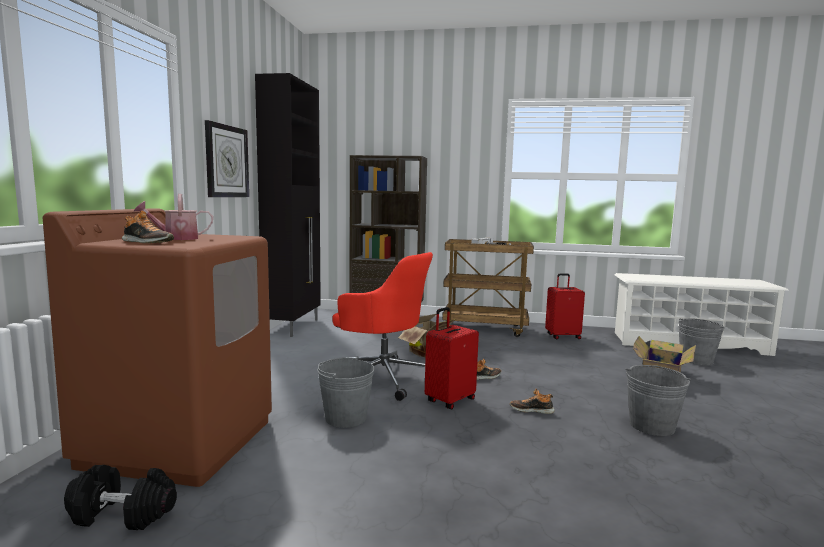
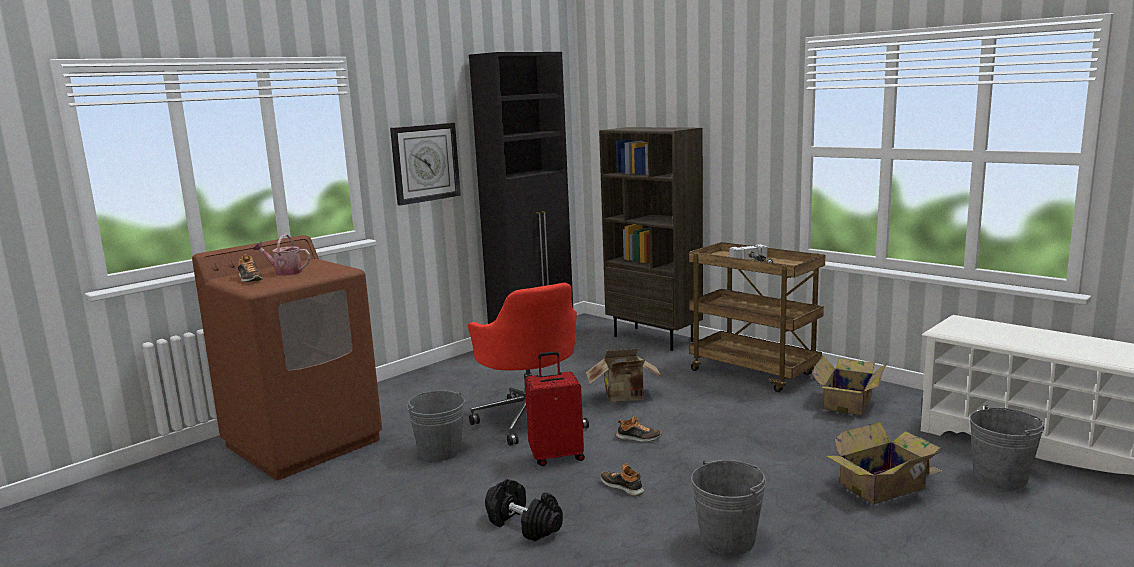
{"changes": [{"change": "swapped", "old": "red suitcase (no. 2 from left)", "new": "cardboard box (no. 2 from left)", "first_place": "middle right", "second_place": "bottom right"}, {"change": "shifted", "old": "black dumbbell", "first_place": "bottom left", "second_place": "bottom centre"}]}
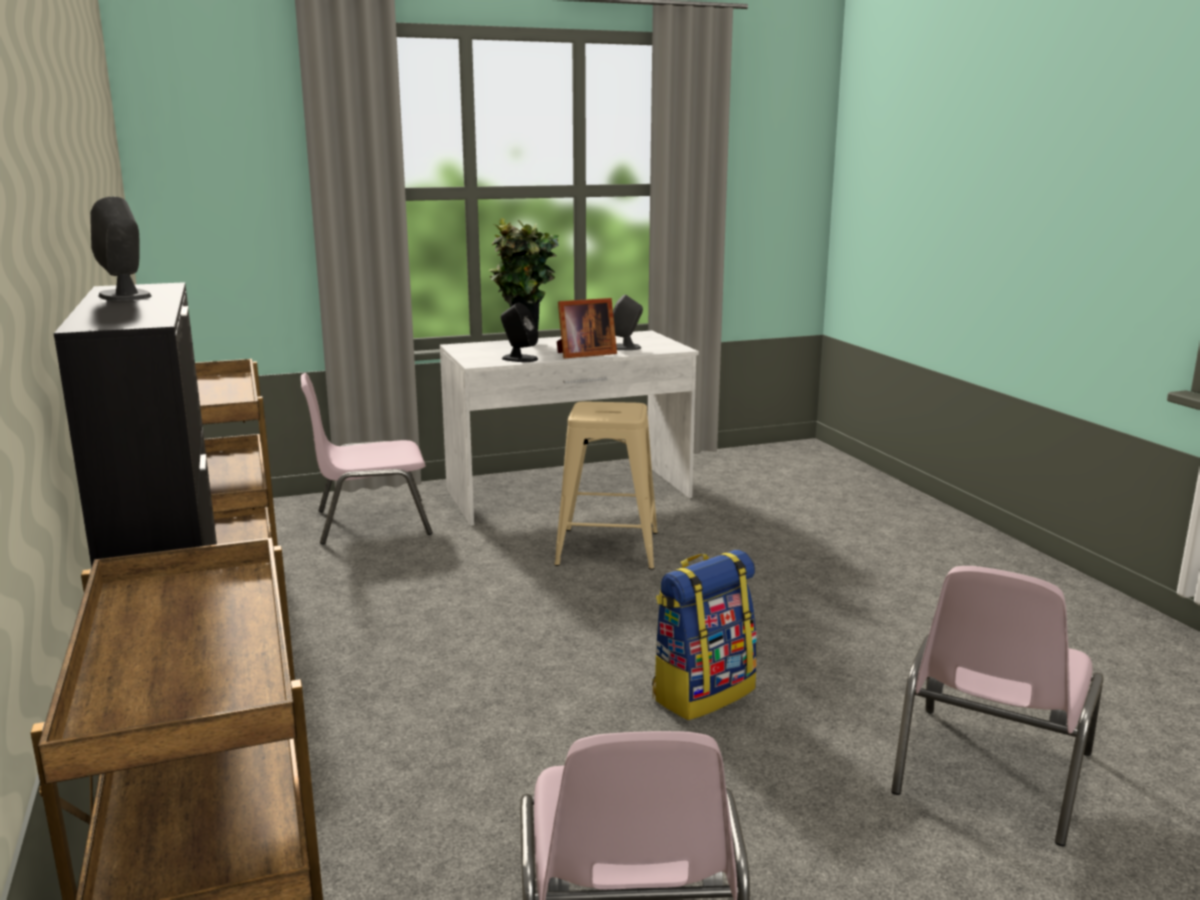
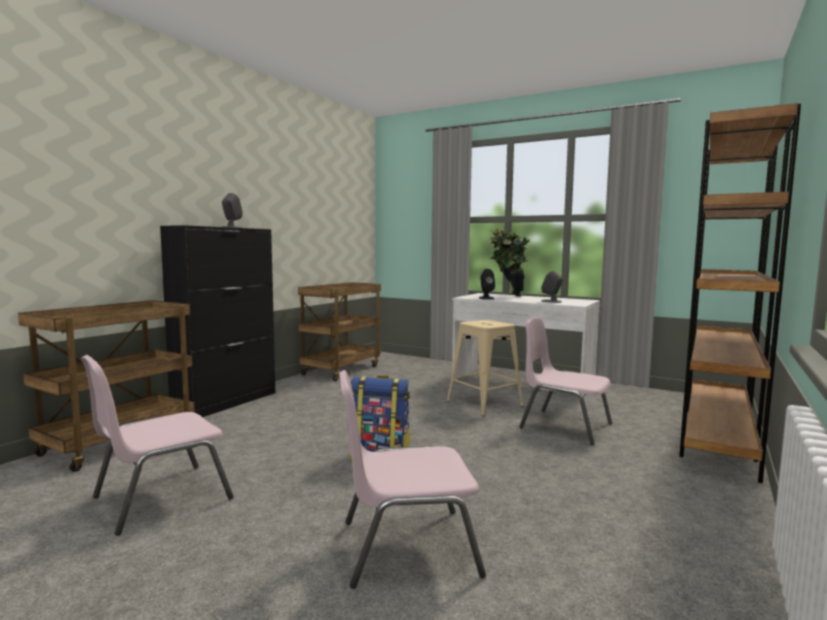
{"changes": [{"change": "gone", "old": "picture frame", "first_place": "centre"}, {"change": "shifted", "old": "pink chair (no. 1 from left in the first image)", "new": "pink chair (no. 3 from left)", "first_place": "middle left", "second_place": "middle right"}, {"change": "new", "new": "brown bookcase", "second_place": "middle right"}]}
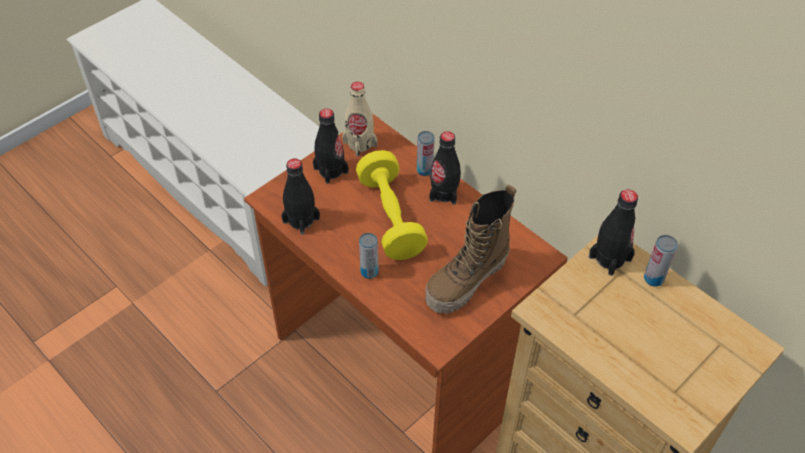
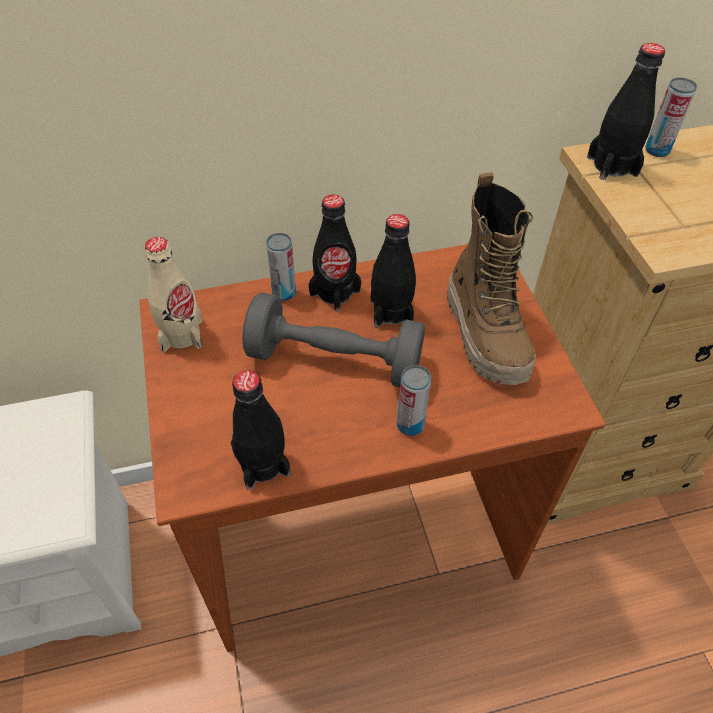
{"changes": [{"change": "shifted", "old": "black bottle (no. 2 from left in the first image)", "new": "black bottle (no. 3 from left)", "first_place": "top centre", "second_place": "centre"}, {"change": "repainted", "old": "yellow dumbbell", "new": "grey dumbbell", "first_place": "centre", "second_place": "centre"}]}
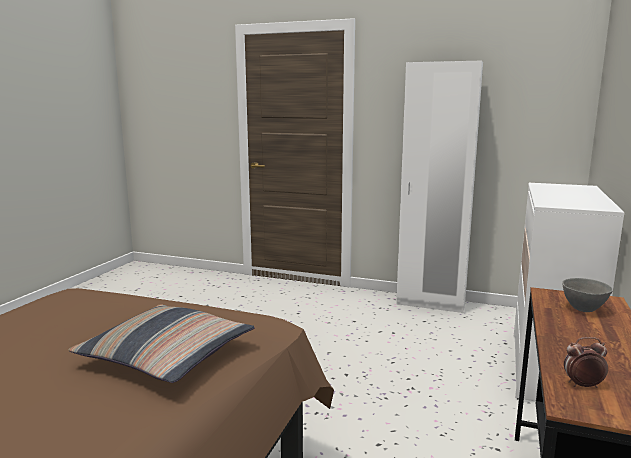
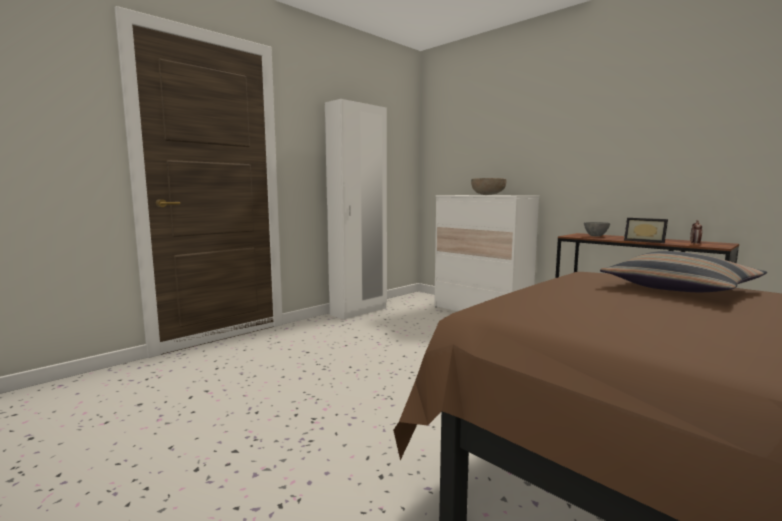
{"changes": [{"change": "new", "new": "brown bowl", "second_place": "centre"}, {"change": "new", "new": "picture frame", "second_place": "middle right"}]}
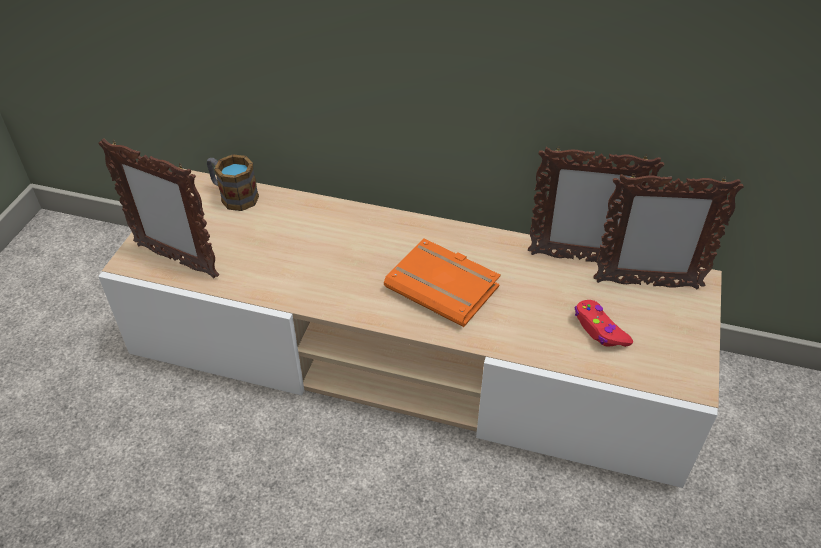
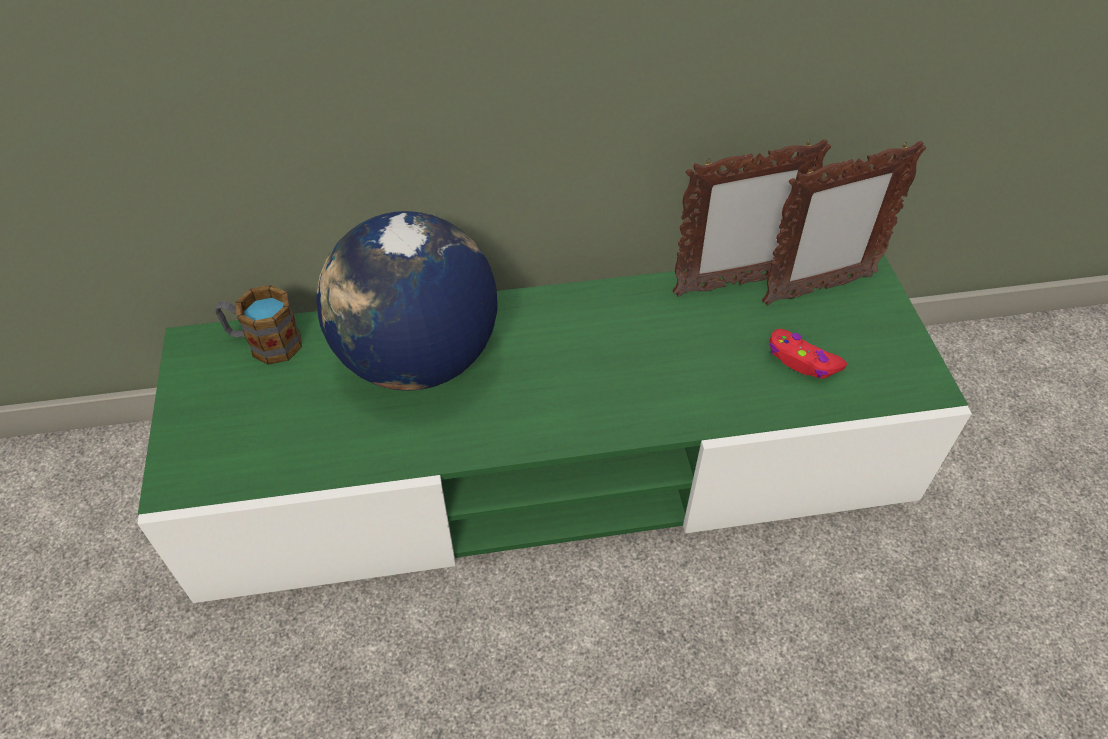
{"changes": [{"change": "gone", "old": "picture frame (no. 1 from left)", "first_place": "middle left"}, {"change": "repainted", "old": "beige tv stand", "new": "green tv stand", "first_place": "centre", "second_place": "centre"}, {"change": "gone", "old": "orange book", "first_place": "centre"}, {"change": "new", "new": "globe", "second_place": "centre"}]}
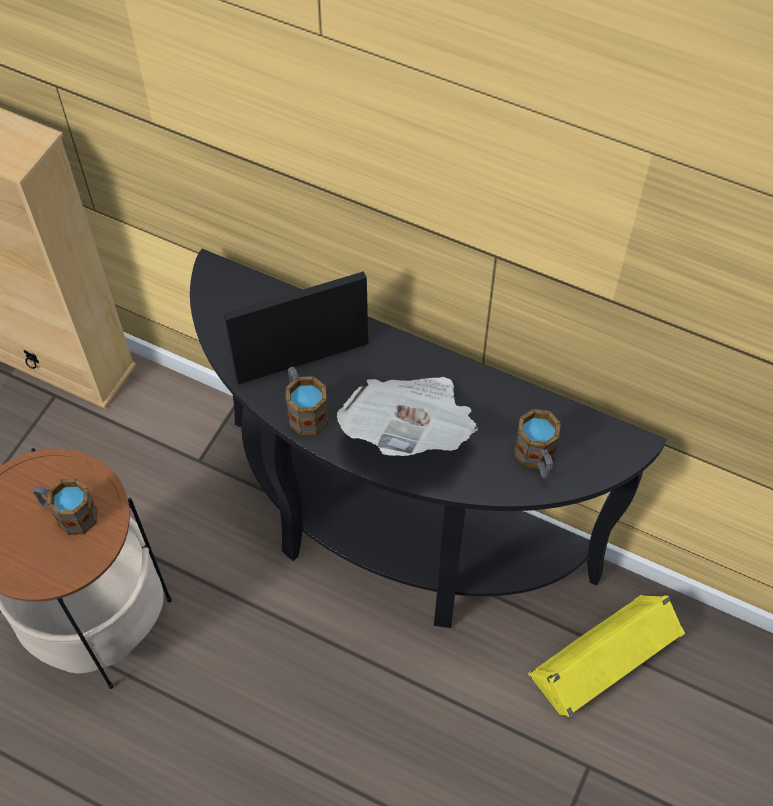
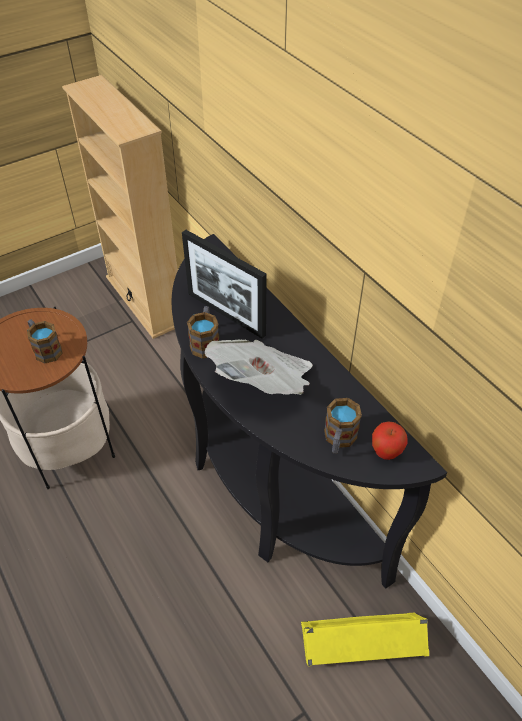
{"changes": [{"change": "rotated", "old": "picture frame", "first_place": "centre", "second_place": "centre", "degrees": -150}, {"change": "new", "new": "apple", "second_place": "middle right"}]}
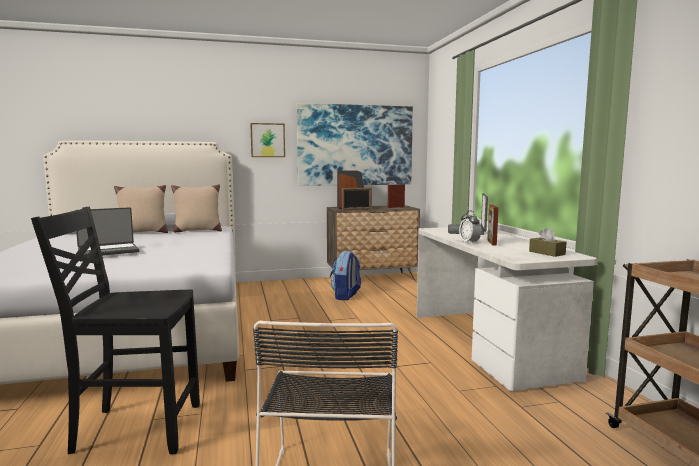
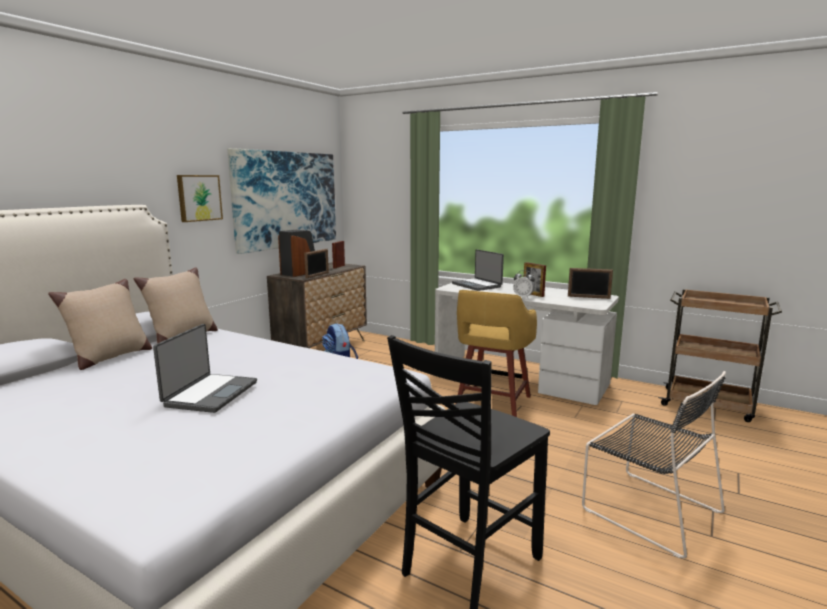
{"changes": [{"change": "swapped", "old": "brown tissue box", "new": "picture frame (no. 4 from left)", "first_place": "middle right", "second_place": "middle right"}, {"change": "new", "new": "yellow stool", "second_place": "centre"}]}
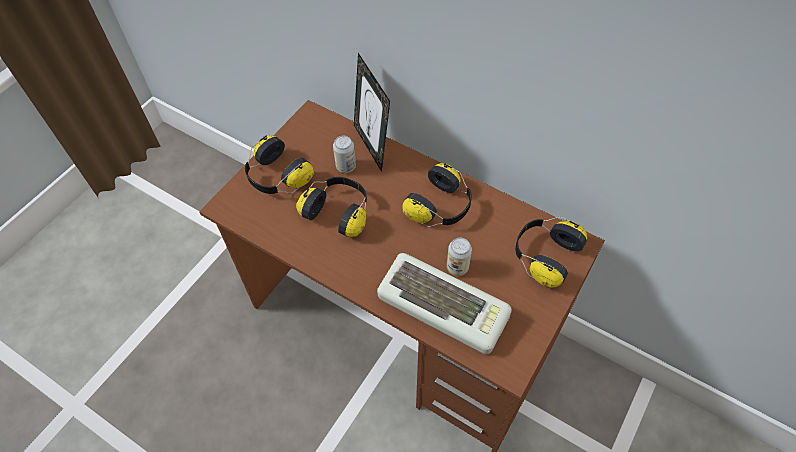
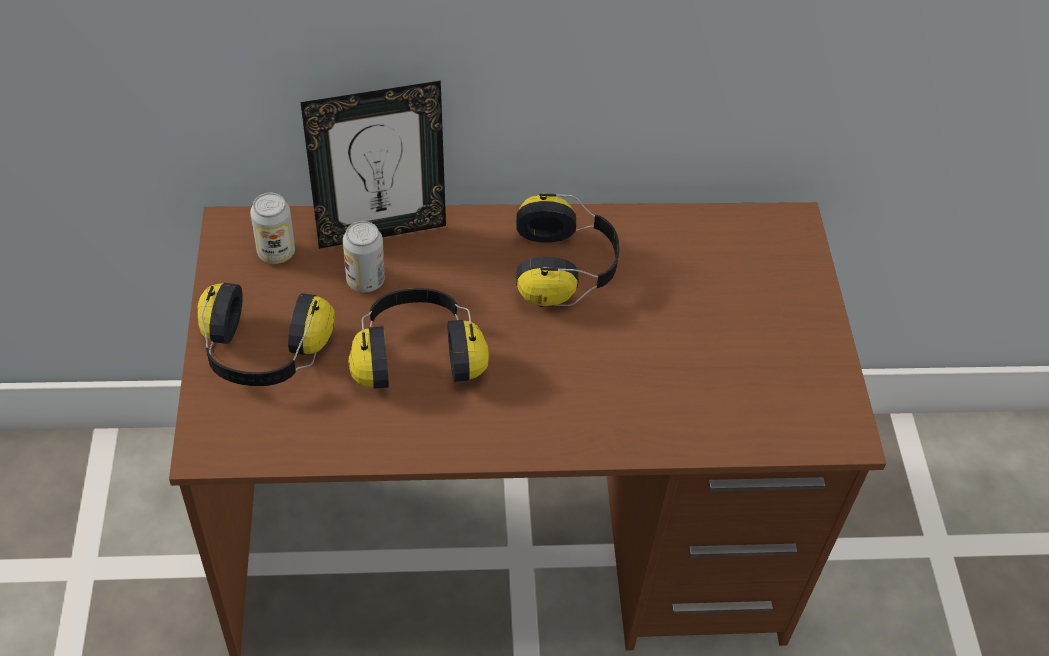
{"changes": [{"change": "rotated", "old": "picture frame", "first_place": "top centre", "second_place": "top centre", "degrees": -45}, {"change": "gone", "old": "headphones (no. 4 from left)", "first_place": "middle right"}, {"change": "shifted", "old": "can (no. 2 from left in the first image)", "new": "can (no. 1 from left)", "first_place": "centre", "second_place": "middle left"}, {"change": "gone", "old": "keyboard", "first_place": "bottom centre"}]}
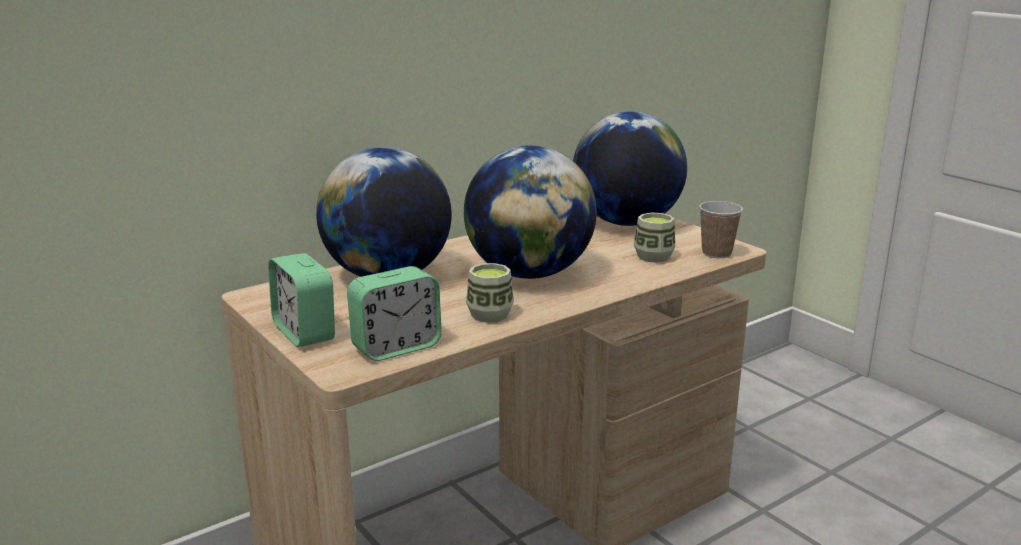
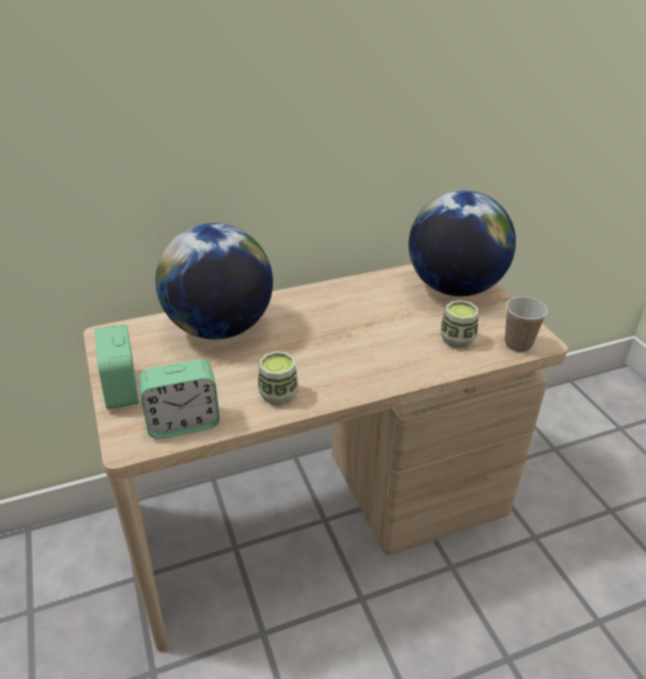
{"changes": [{"change": "gone", "old": "globe (no. 2 from left)", "first_place": "centre"}]}
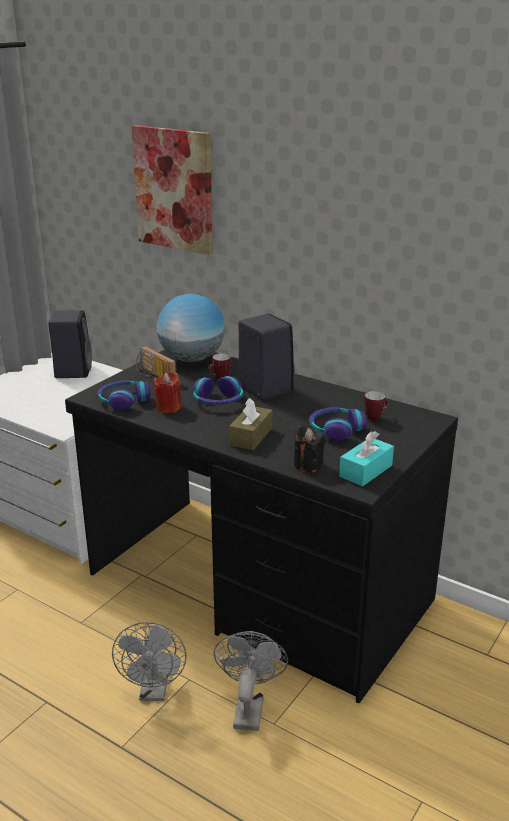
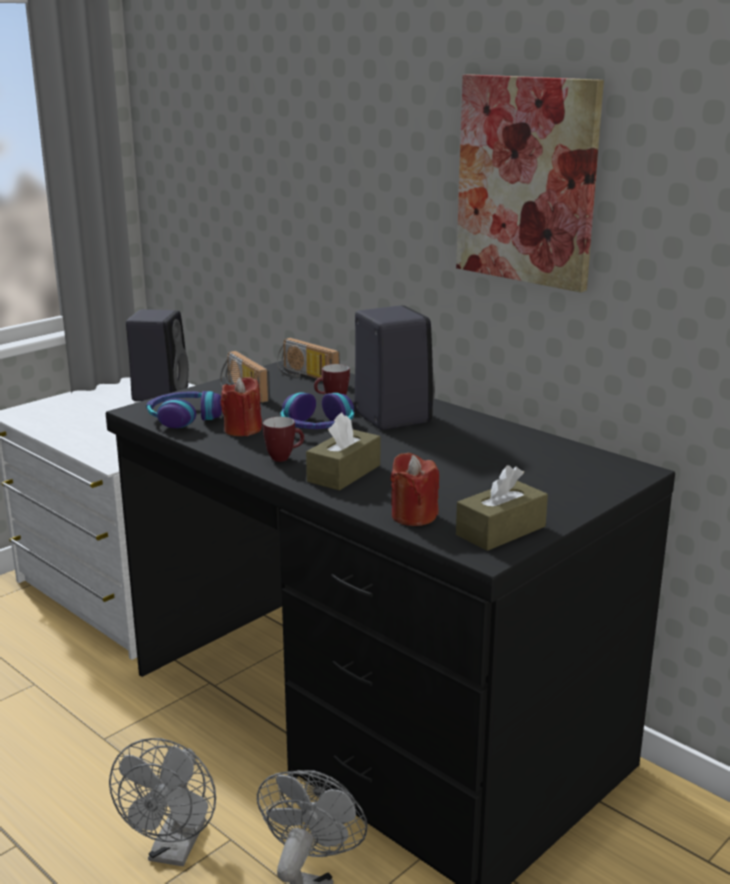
{"changes": [{"change": "shifted", "old": "picture", "first_place": "top centre", "second_place": "top right"}, {"change": "swapped", "old": "globe", "new": "radio (no. 2 from left)", "first_place": "centre", "second_place": "centre"}, {"change": "shifted", "old": "mug (no. 2 from left in the first image)", "new": "mug (no. 1 from left)", "first_place": "middle right", "second_place": "centre"}, {"change": "gone", "old": "headphones (no. 3 from left)", "first_place": "centre"}, {"change": "repainted", "old": "black candle", "new": "red candle (no. 2 from left)", "first_place": "centre", "second_place": "centre"}, {"change": "repainted", "old": "turquoise tissue box", "new": "brown tissue box (no. 2 from left)", "first_place": "middle right", "second_place": "middle right"}]}
